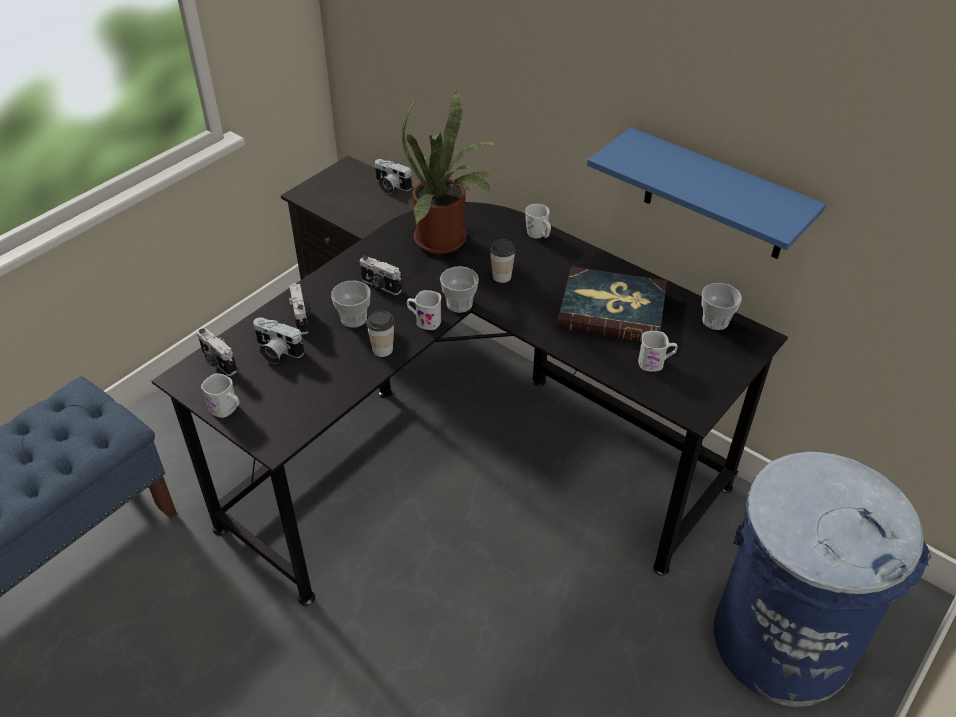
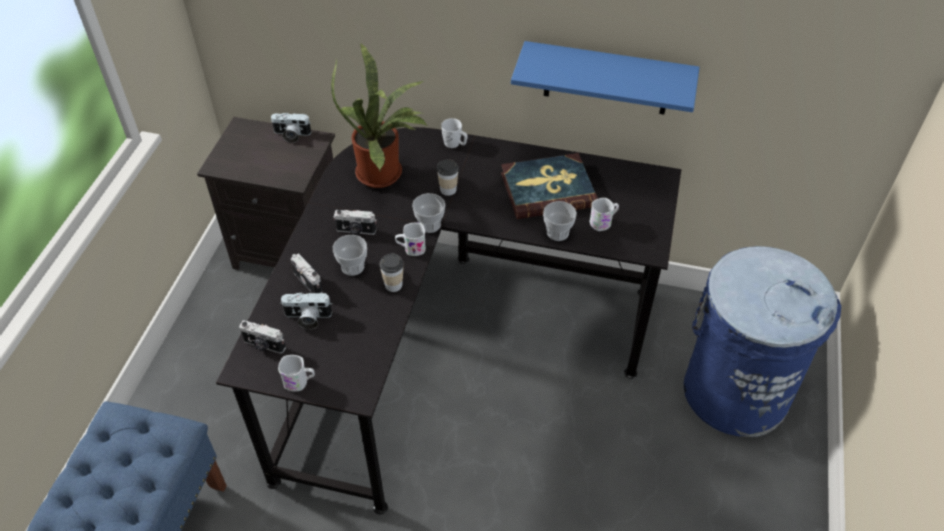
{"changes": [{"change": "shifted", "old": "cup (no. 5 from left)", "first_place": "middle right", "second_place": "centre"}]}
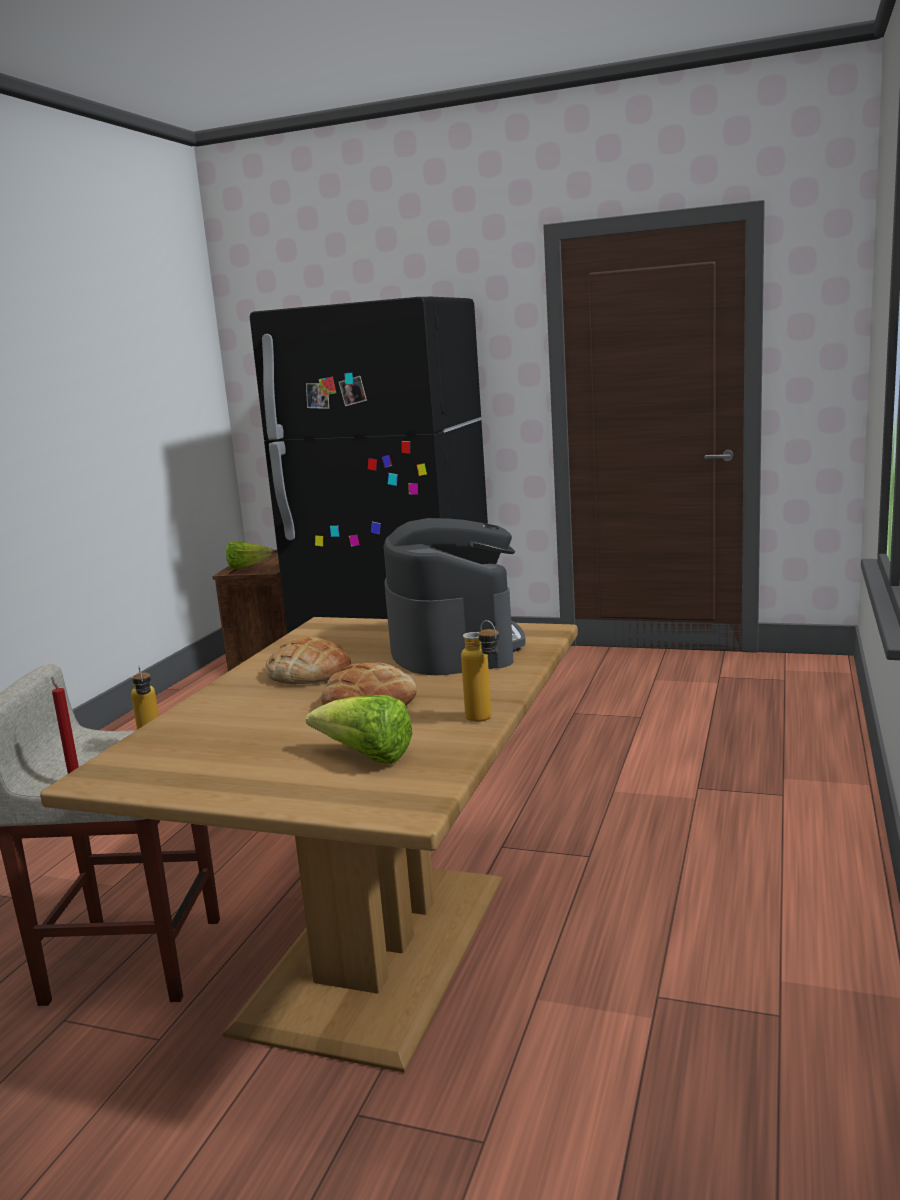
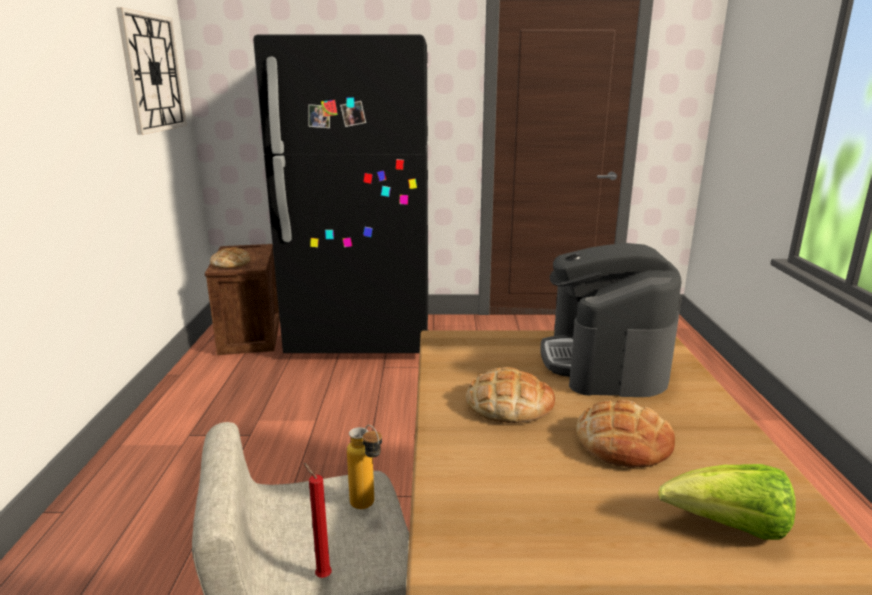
{"changes": [{"change": "rotated", "old": "coffee machine", "first_place": "centre", "second_place": "middle right", "degrees": -150}, {"change": "swapped", "old": "lettuce (no. 1 from left)", "new": "bread (no. 1 from left)", "first_place": "middle left", "second_place": "middle left"}, {"change": "gone", "old": "bottle (no. 2 from left)", "first_place": "centre"}, {"change": "new", "new": "wall clock", "second_place": "top left"}]}
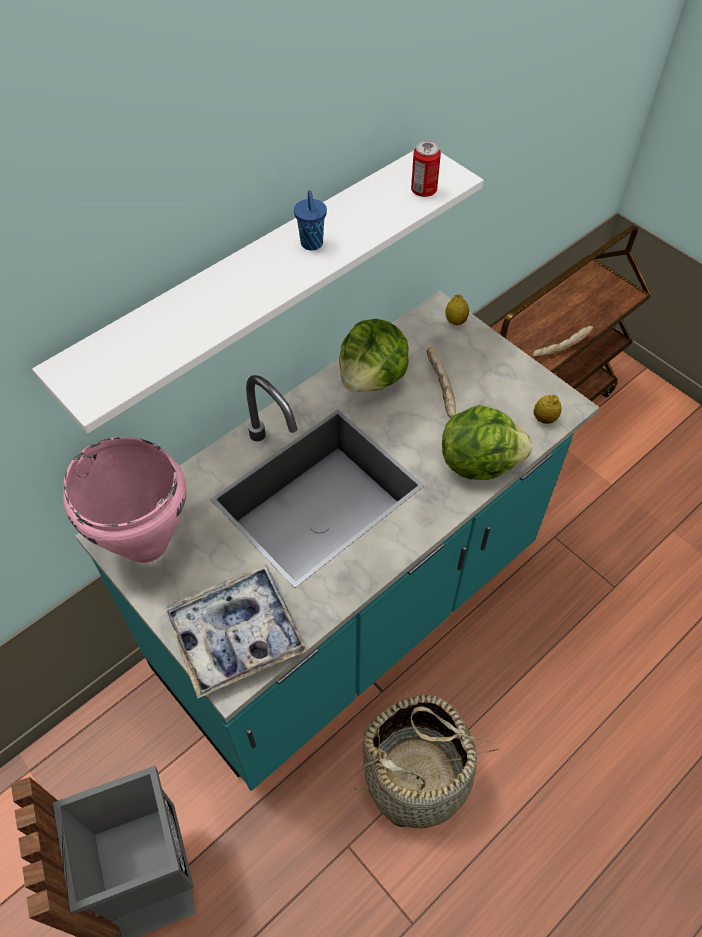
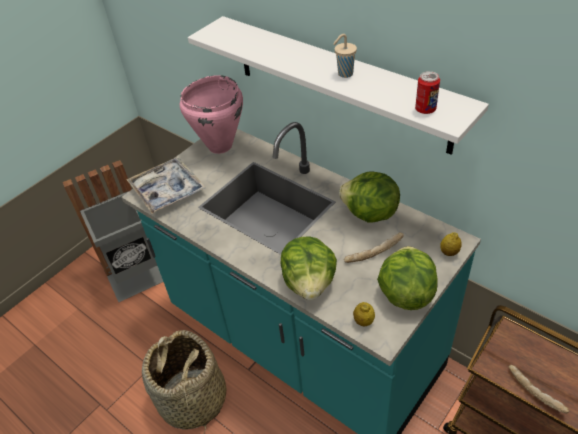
{"changes": [{"change": "repainted", "old": "blue cup", "new": "beige cup", "first_place": "top centre", "second_place": "top centre"}, {"change": "new", "new": "lettuce (no. 3 from left)", "second_place": "middle right"}]}
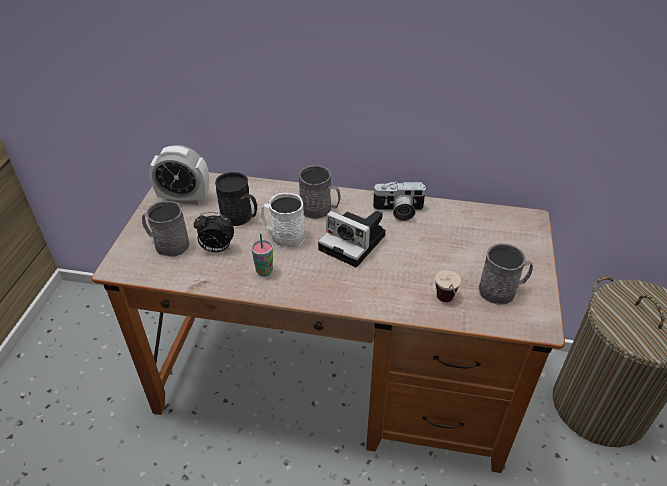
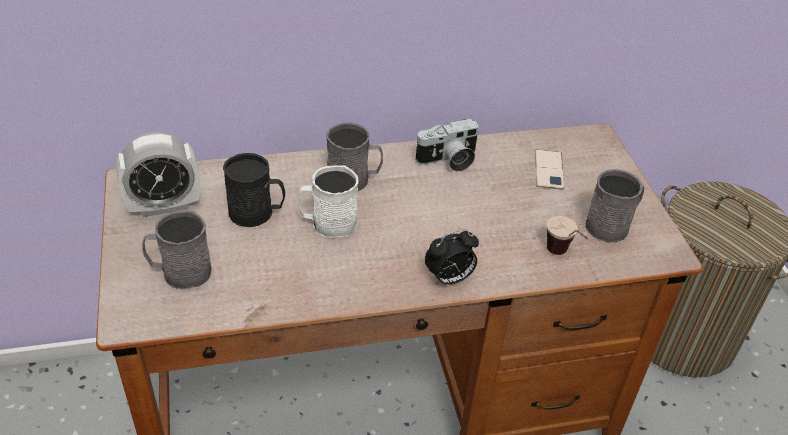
{"changes": [{"change": "gone", "old": "photo camera (no. 1 from left)", "first_place": "centre"}, {"change": "shifted", "old": "alarm clock (no. 2 from left)", "first_place": "middle left", "second_place": "centre"}, {"change": "gone", "old": "cup (no. 1 from left)", "first_place": "centre"}, {"change": "new", "new": "phone", "second_place": "middle right"}]}
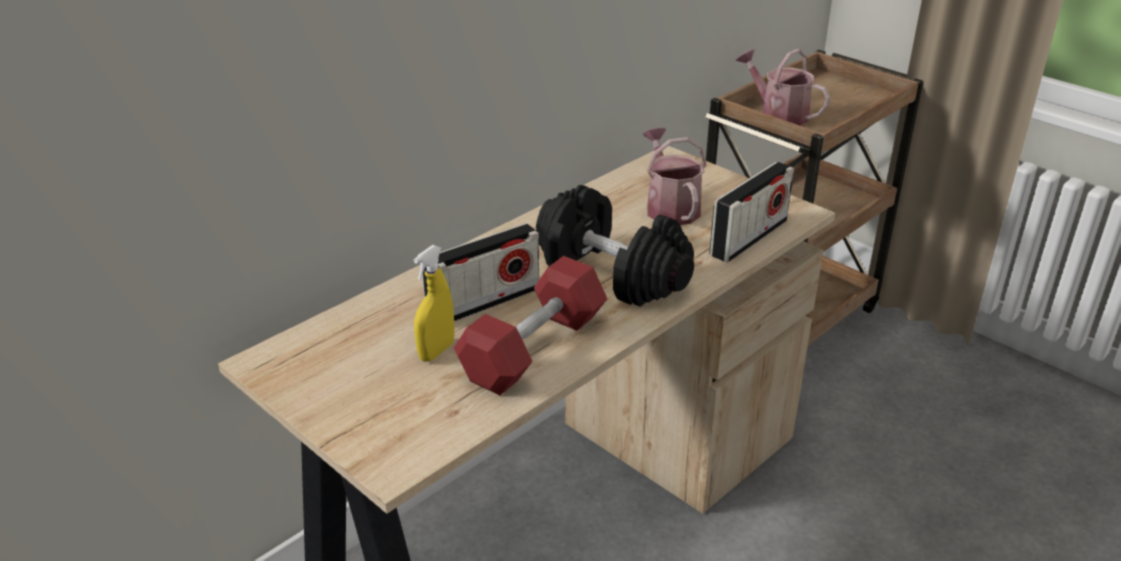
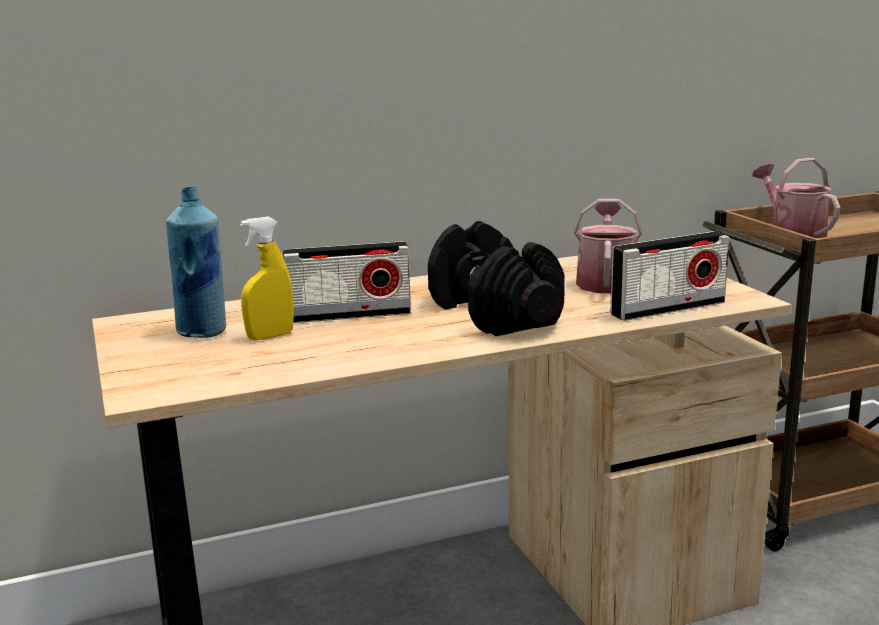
{"changes": [{"change": "gone", "old": "red dumbbell", "first_place": "centre"}, {"change": "new", "new": "blue bottle", "second_place": "middle left"}]}
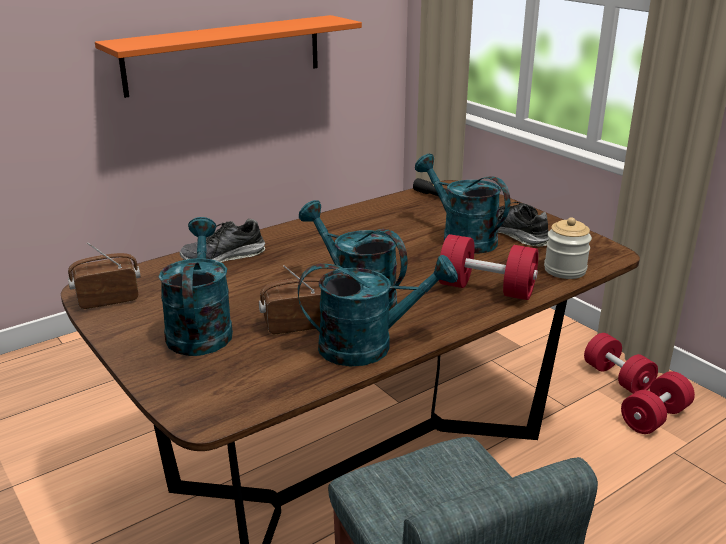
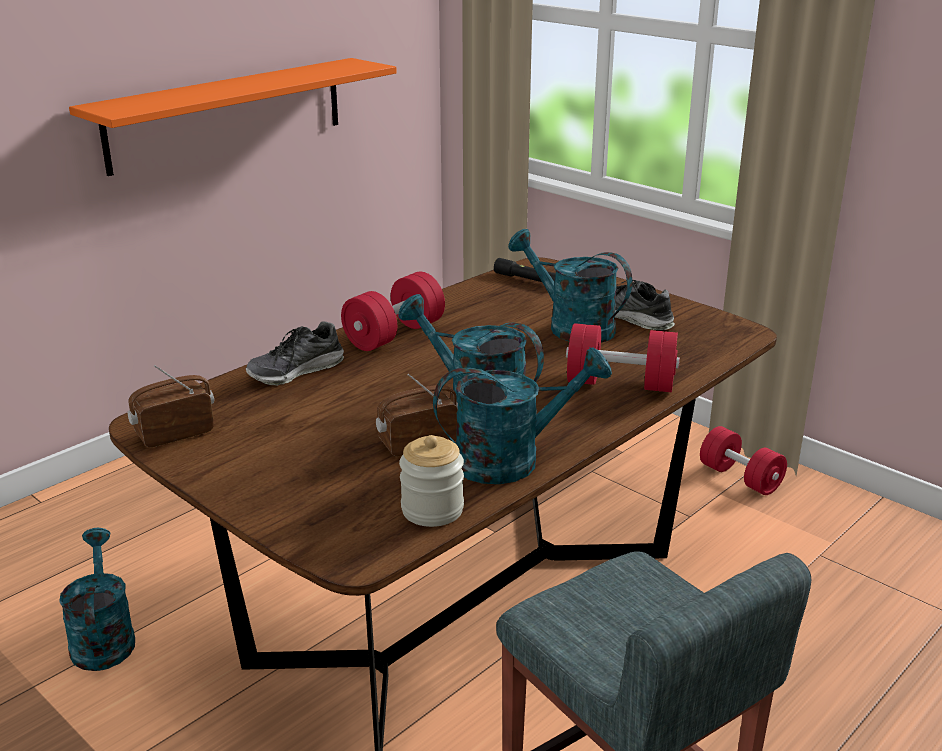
{"changes": [{"change": "shifted", "old": "turquoise watering can (no. 1 from left)", "first_place": "middle left", "second_place": "bottom left"}, {"change": "shifted", "old": "jar", "first_place": "middle right", "second_place": "centre"}, {"change": "shifted", "old": "red dumbbell (no. 3 from left in the first image)", "new": "red dumbbell (no. 1 from left)", "first_place": "bottom right", "second_place": "centre"}]}
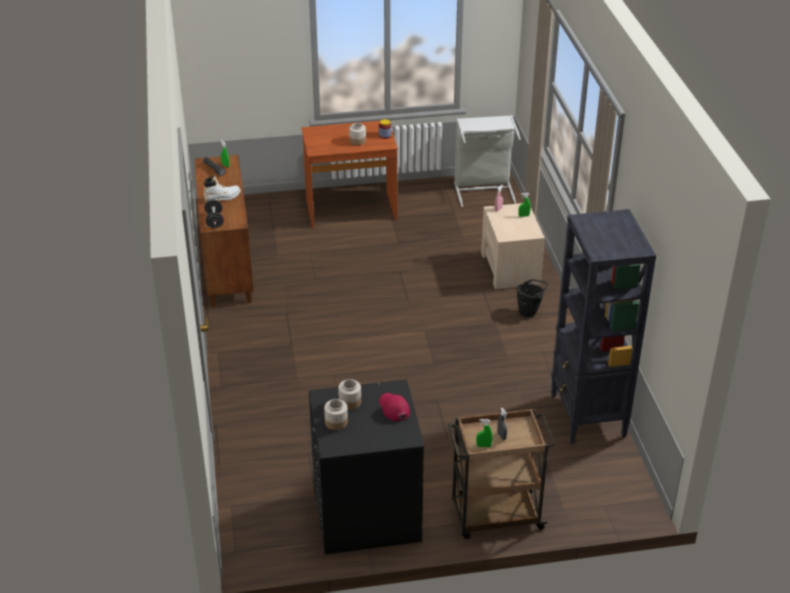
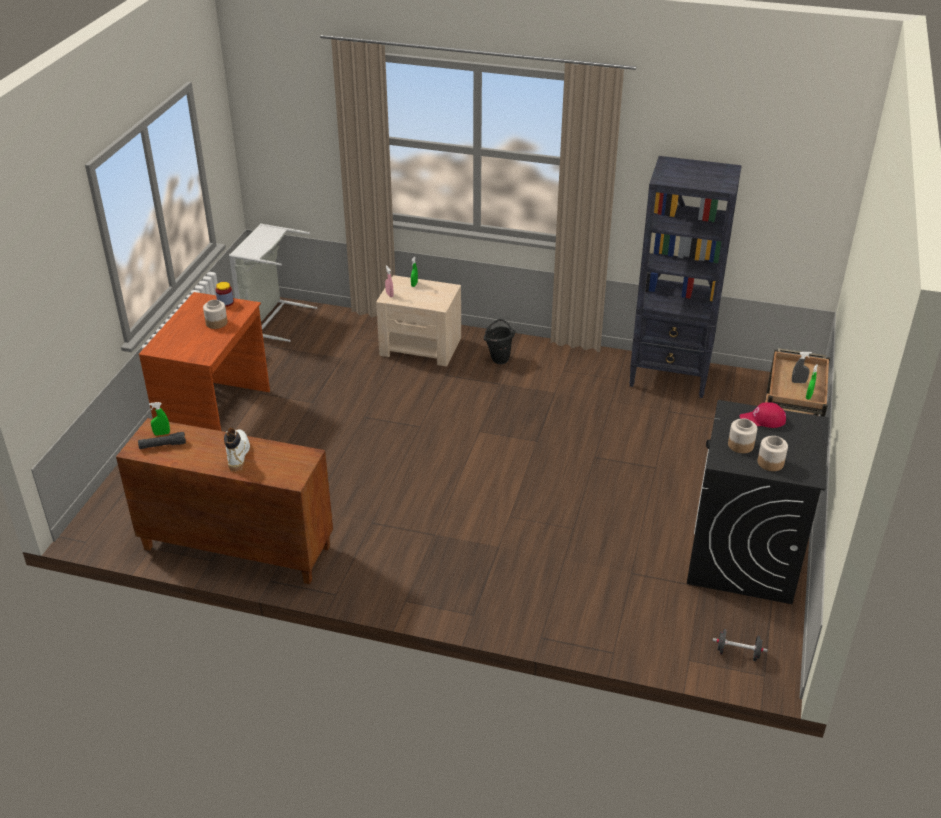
{"changes": [{"change": "shifted", "old": "black dumbbell", "first_place": "middle left", "second_place": "bottom right"}]}
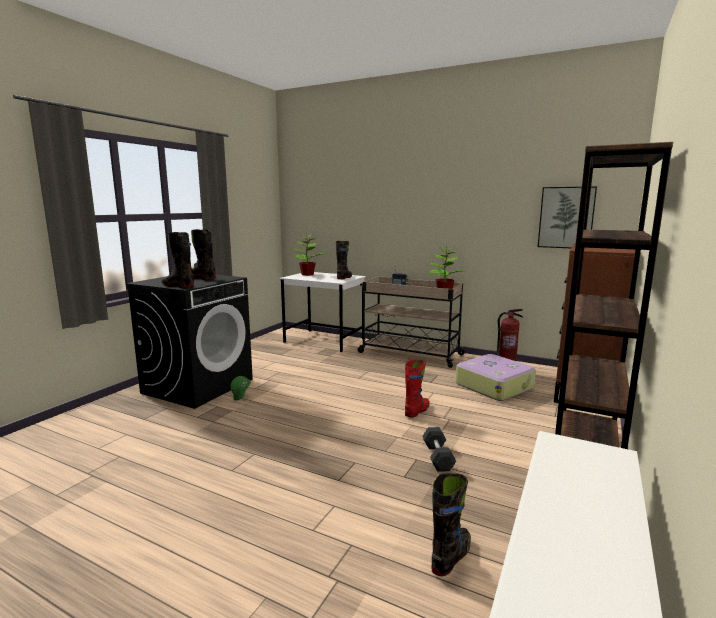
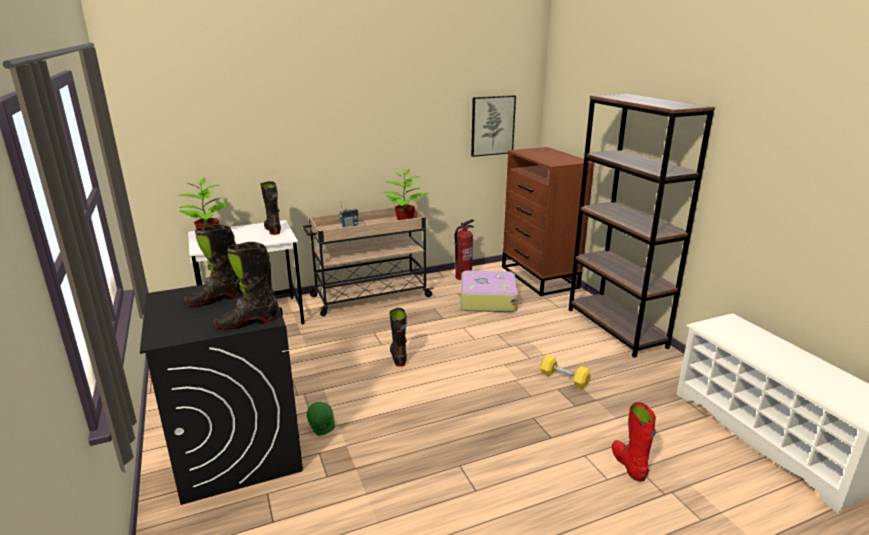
{"changes": [{"change": "shifted", "old": "red boot", "first_place": "centre", "second_place": "bottom right"}, {"change": "repainted", "old": "grey dumbbell", "new": "yellow dumbbell", "first_place": "bottom centre", "second_place": "bottom centre"}, {"change": "shifted", "old": "black boot (no. 4 from left)", "first_place": "bottom centre", "second_place": "centre"}]}
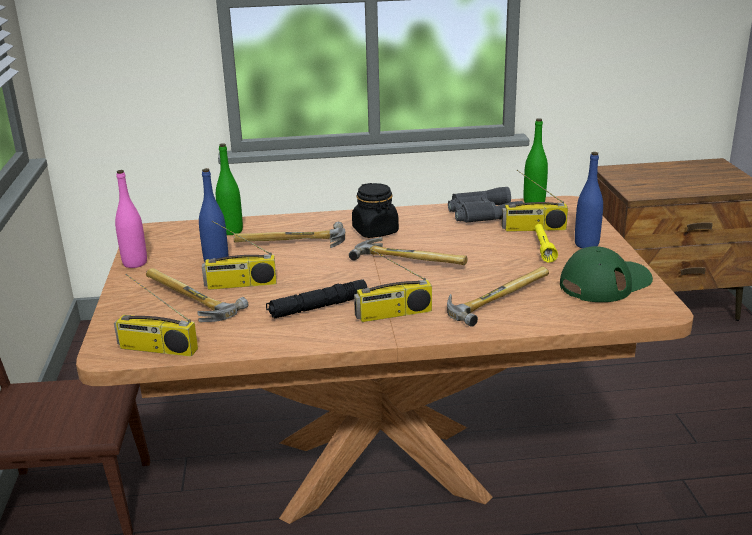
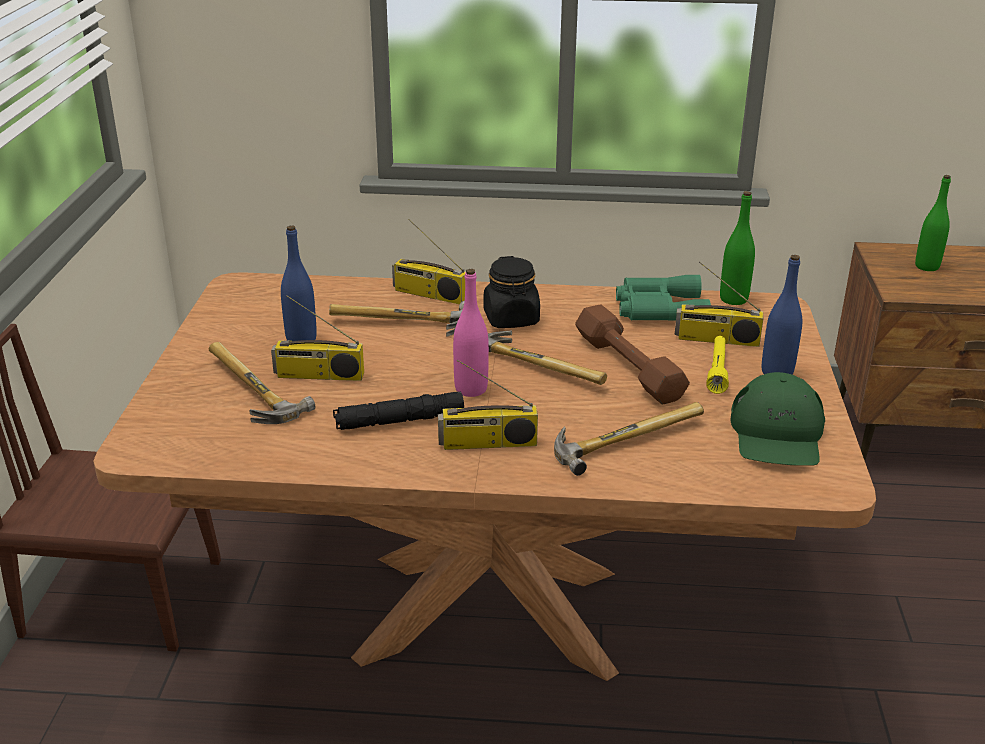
{"changes": [{"change": "shifted", "old": "green bottle (no. 1 from left in the first image)", "new": "green bottle (no. 2 from left)", "first_place": "middle left", "second_place": "top right"}, {"change": "shifted", "old": "pink bottle", "first_place": "middle left", "second_place": "centre"}, {"change": "repainted", "old": "grey binoculars", "new": "green binoculars", "first_place": "centre", "second_place": "middle right"}, {"change": "rotated", "old": "green cap", "first_place": "middle right", "second_place": "middle right", "degrees": 120}, {"change": "shifted", "old": "radio (no. 1 from left in the first image)", "new": "radio (no. 2 from left)", "first_place": "middle left", "second_place": "centre"}, {"change": "new", "new": "brown dumbbell", "second_place": "centre"}]}
